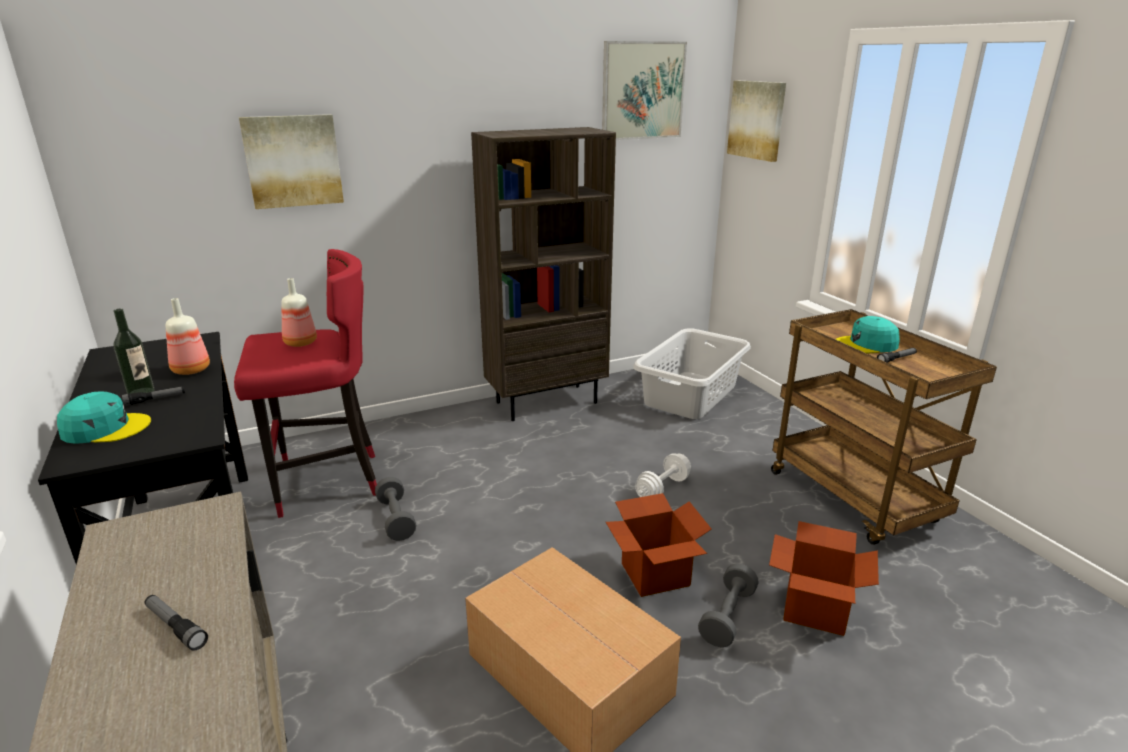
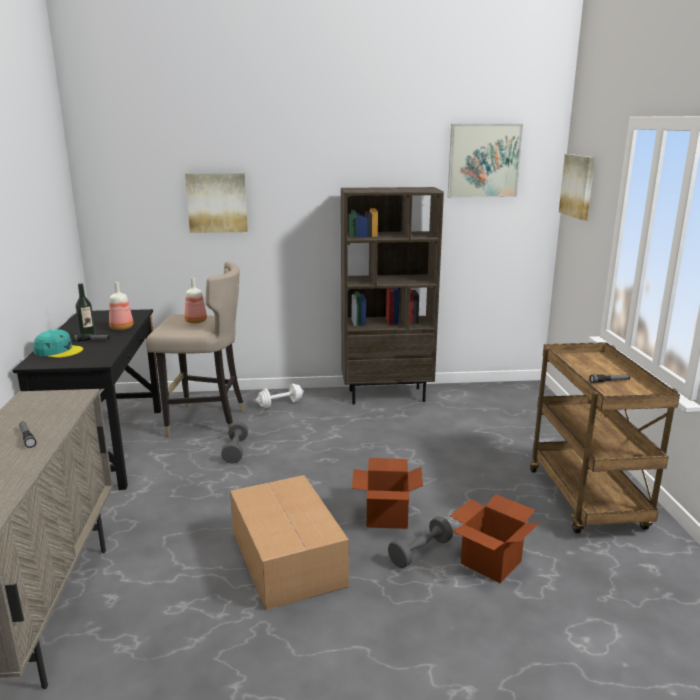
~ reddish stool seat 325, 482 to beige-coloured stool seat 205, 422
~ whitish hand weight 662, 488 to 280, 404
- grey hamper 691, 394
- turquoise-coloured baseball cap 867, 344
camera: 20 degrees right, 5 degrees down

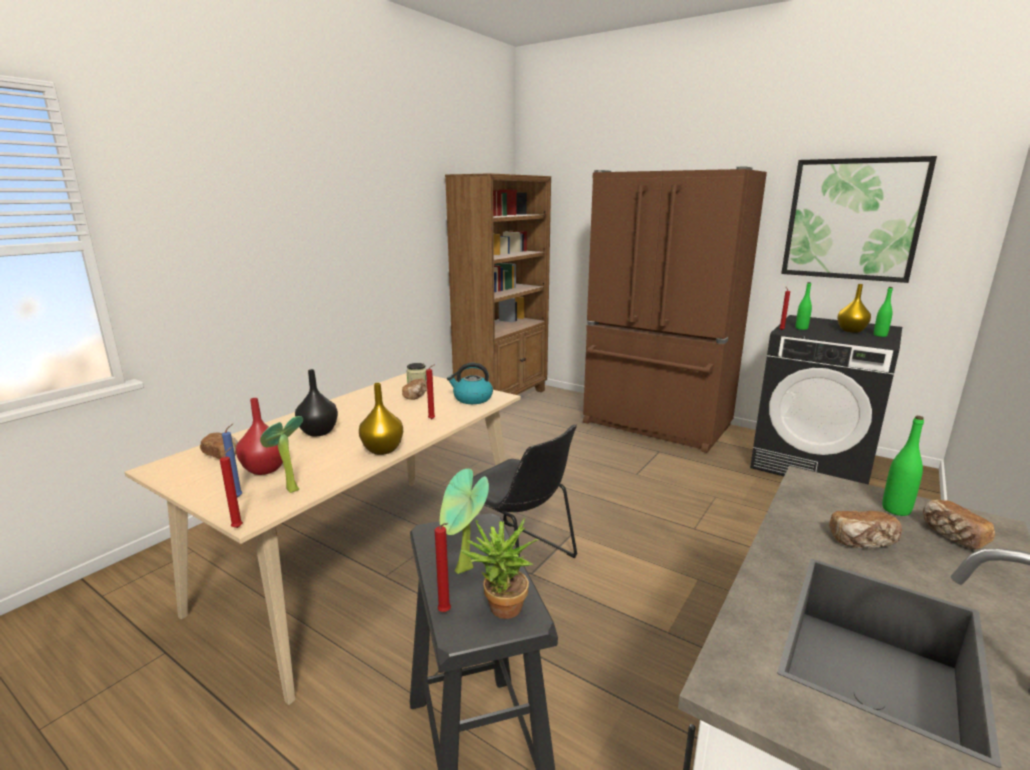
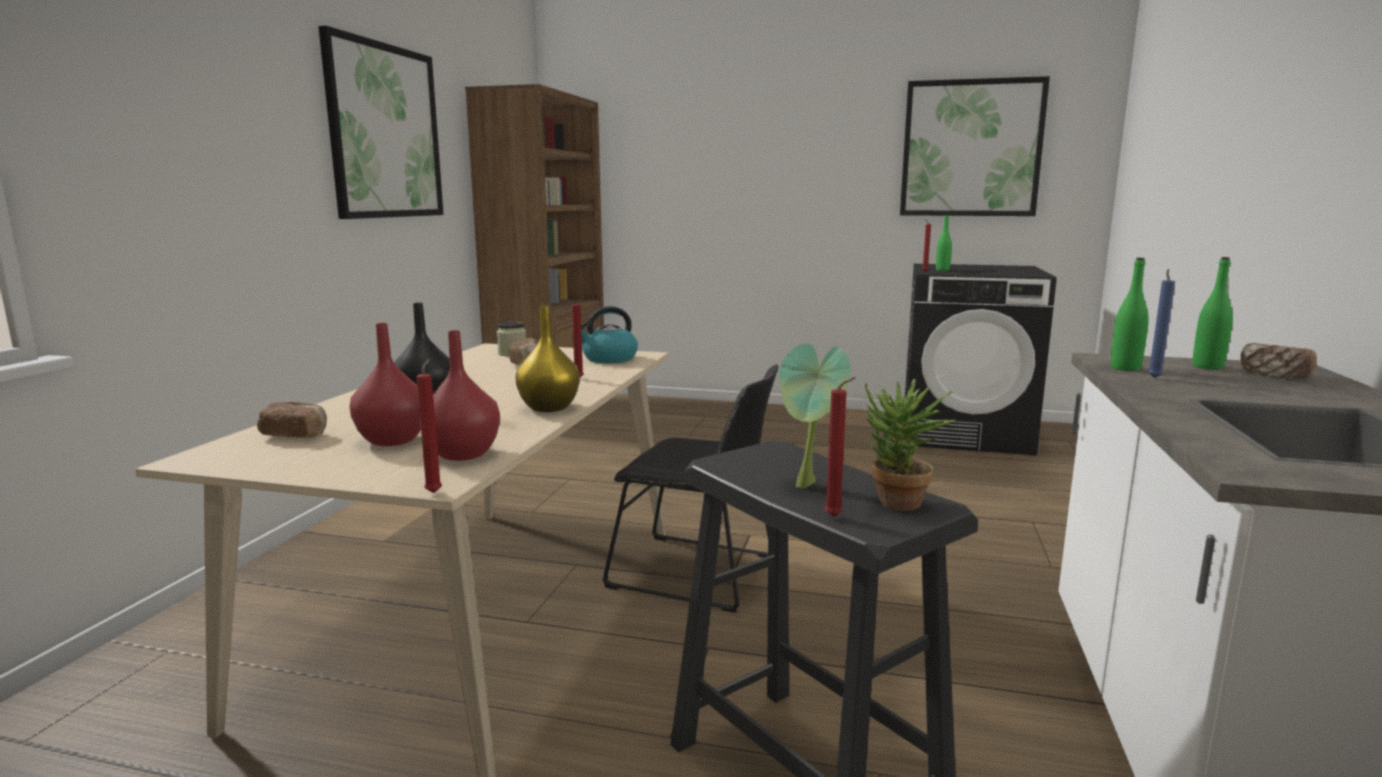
+ wall art 385, 132
~ plant in a pot 289, 490 to reddish decorative vase 462, 453
~ green-coloured drink bottle 880, 335 to 1125, 368
~ blue-coloured wax light 239, 496 to 1154, 377
- brown kitchen fridge 655, 425
- baked bread 862, 542
- yellowish decorative vase 852, 331
camera: 20 degrees left, 5 degrees down

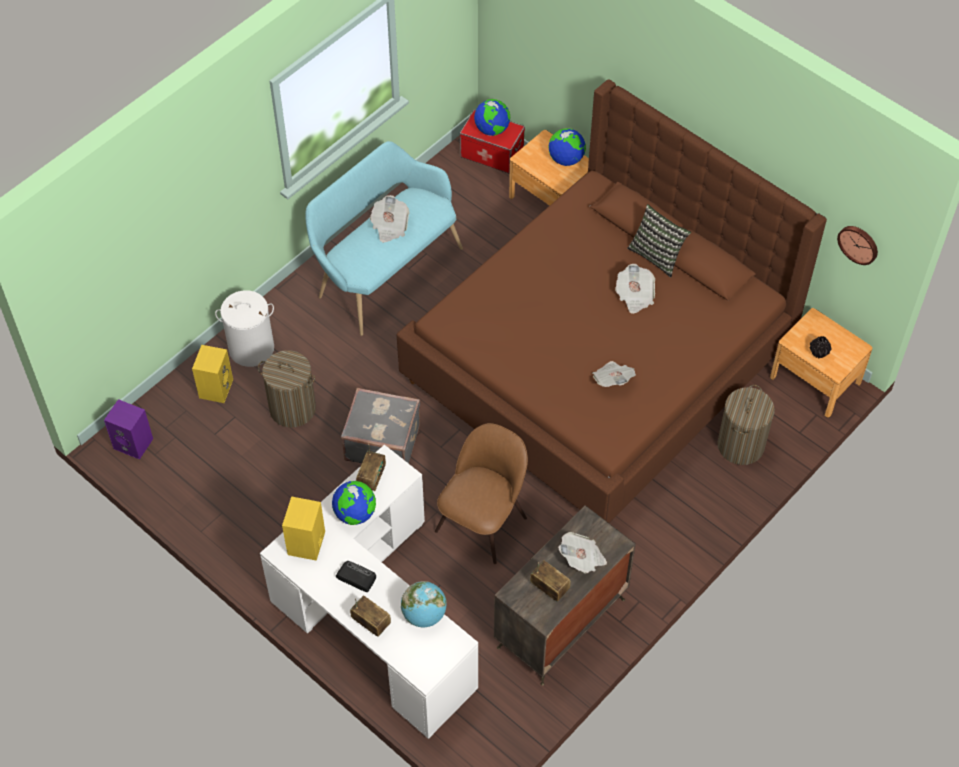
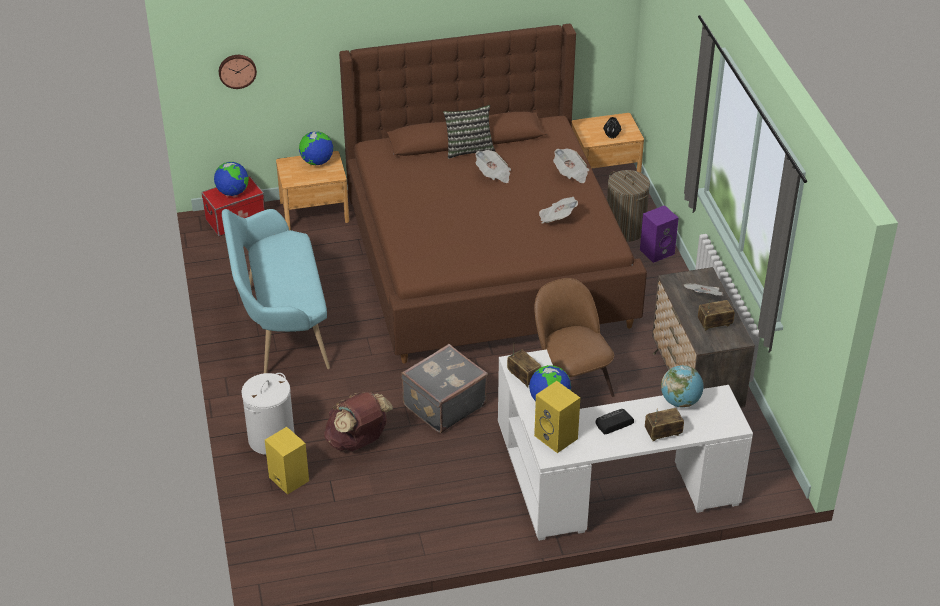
~ wall clock 859, 244 to 237, 70
~ hamper 292, 408 to brown rucksack 358, 441
~ printed paper 389, 226 to 571, 174
~ purplish speaker 134, 443 to 657, 251
camera: 55 degrees left, 15 degrees down

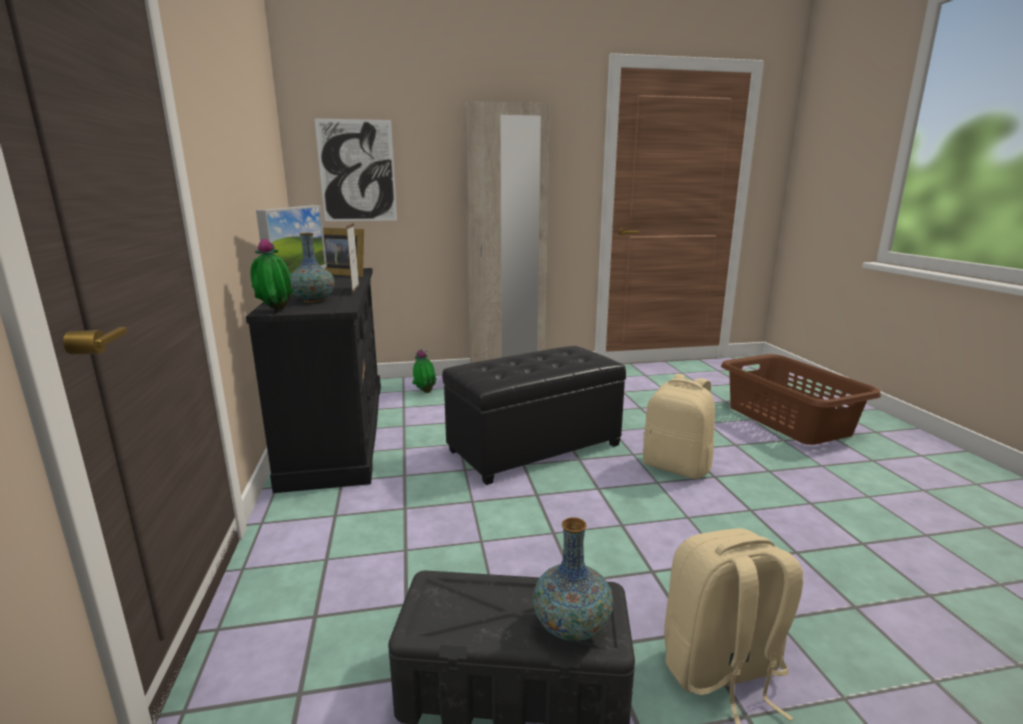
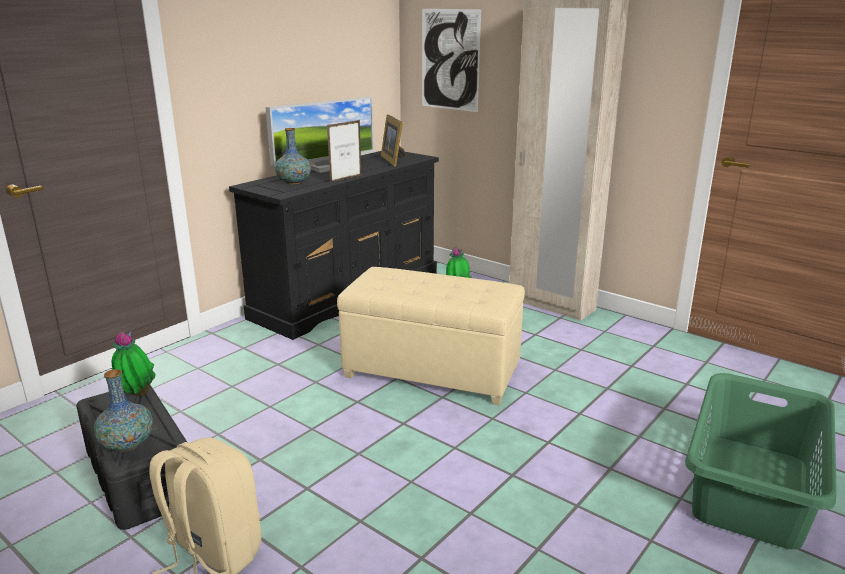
~ plant in a pot 274, 311 to 137, 395
~ black-coloured ottoman 534, 447 to beige-coloured ottoman 432, 370
~ brown hamper 787, 421 to green-coloured hamper 749, 488
- beige-coloured rucksack 677, 467
camera: 50 degrees right, 5 degrees up

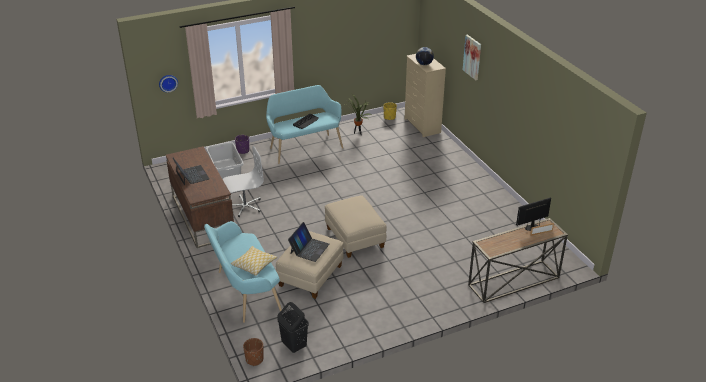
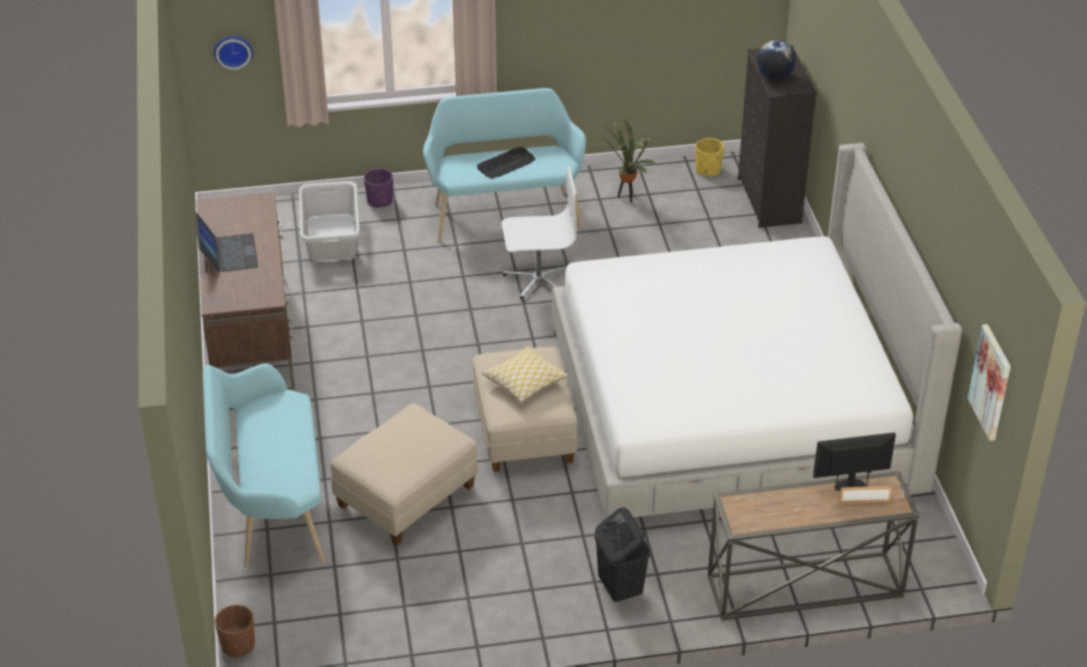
~ cushion 254, 264 to 525, 382
~ whitish office chair 244, 206 to 538, 279
+ bed 732, 408
~ black-coloured hamper 294, 345 to 620, 588
~ beige-coloured dresser 422, 126 to black-coloured dresser 768, 201
~ wall art 472, 57 to 991, 382
- laptop 309, 248
camera: 15 degrees right, 5 degrees up

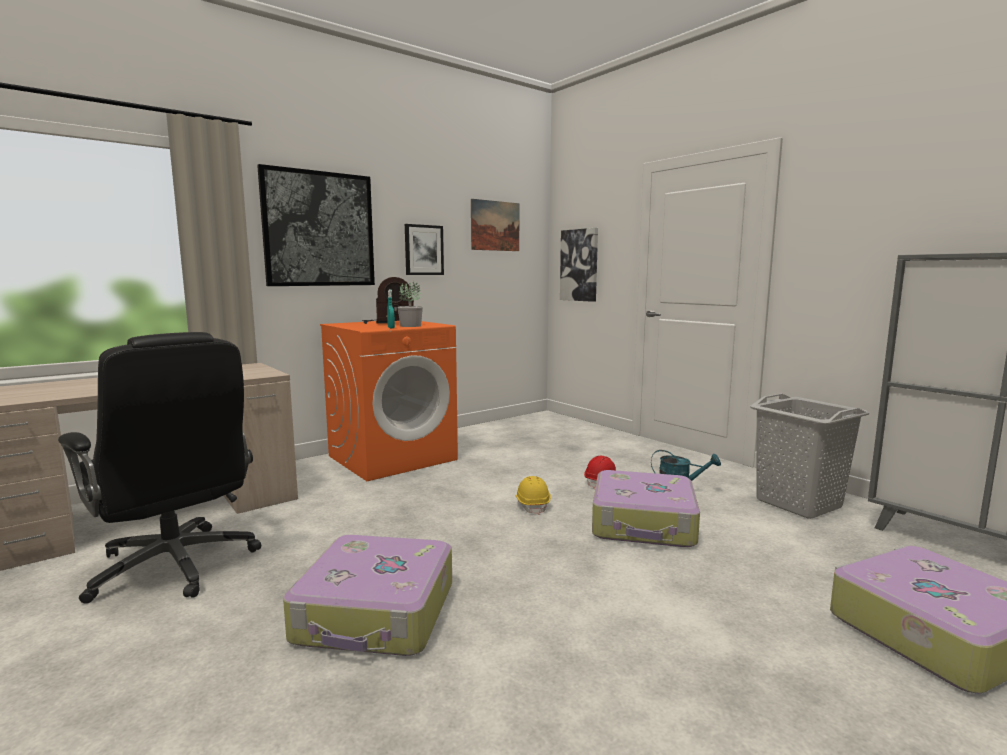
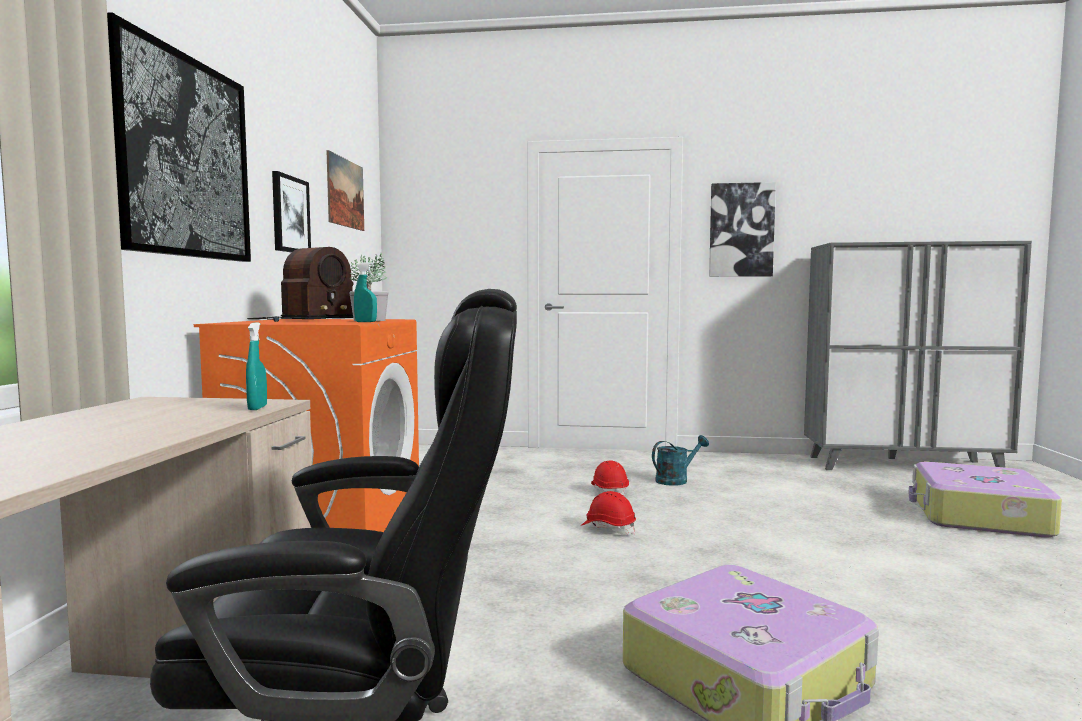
+ turquoise-coloured hand sprayer 257, 408
~ yellowish safety helmet 532, 505 to reddish safety helmet 608, 528
~ wall art 579, 265 to 741, 230
- piece of luggage 644, 524
- grey hamper 798, 504
camera: 45 degrees left, 5 degrees down

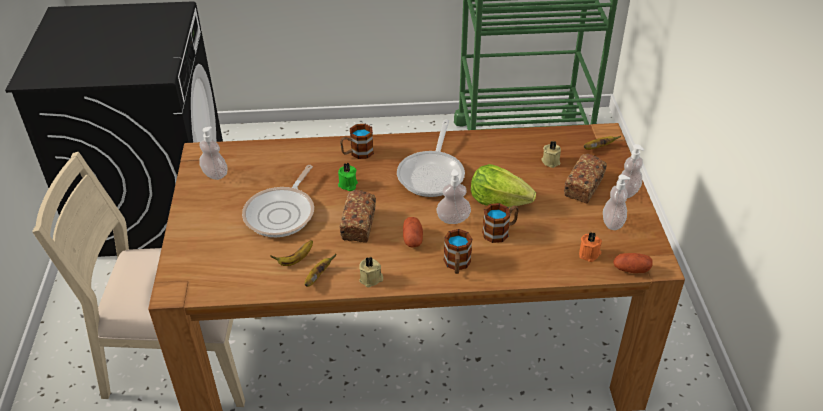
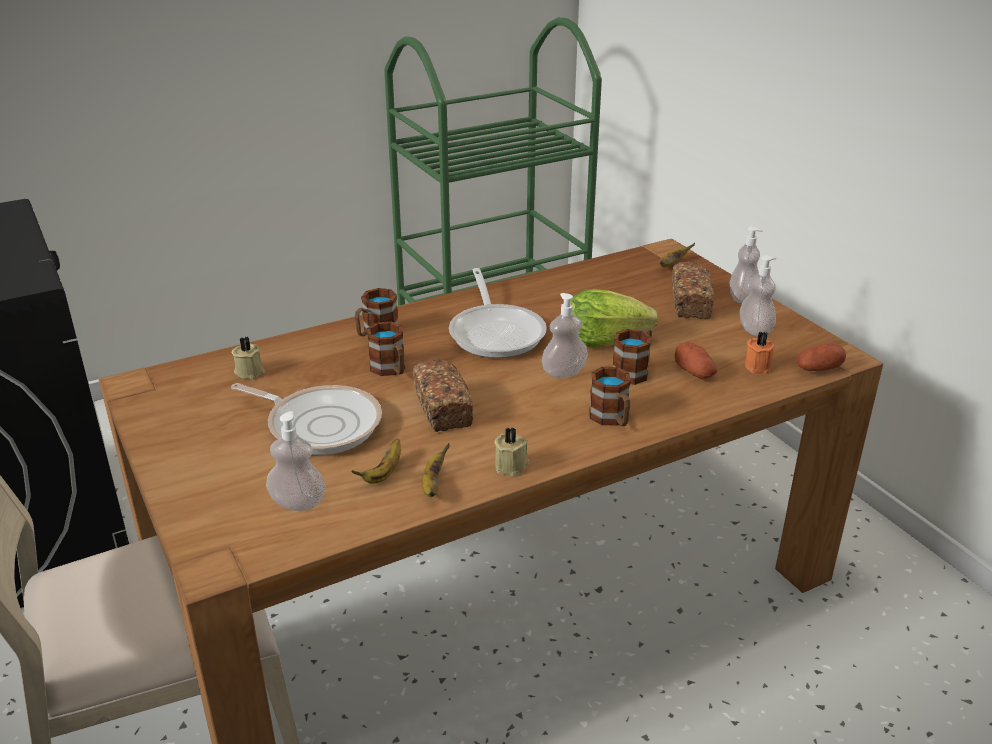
~ frying pan 282, 213 = 320, 424 60 degrees counterclockwise
~ beige-coloured wax light 551, 161 to 250, 371
~ soap bottle 215, 174 to 298, 503
~ green-coloured wax light 348, 185 to coffee mug 391, 370
~ potato 412, 239 to 694, 372
camera: 25 degrees left, 10 degrees down

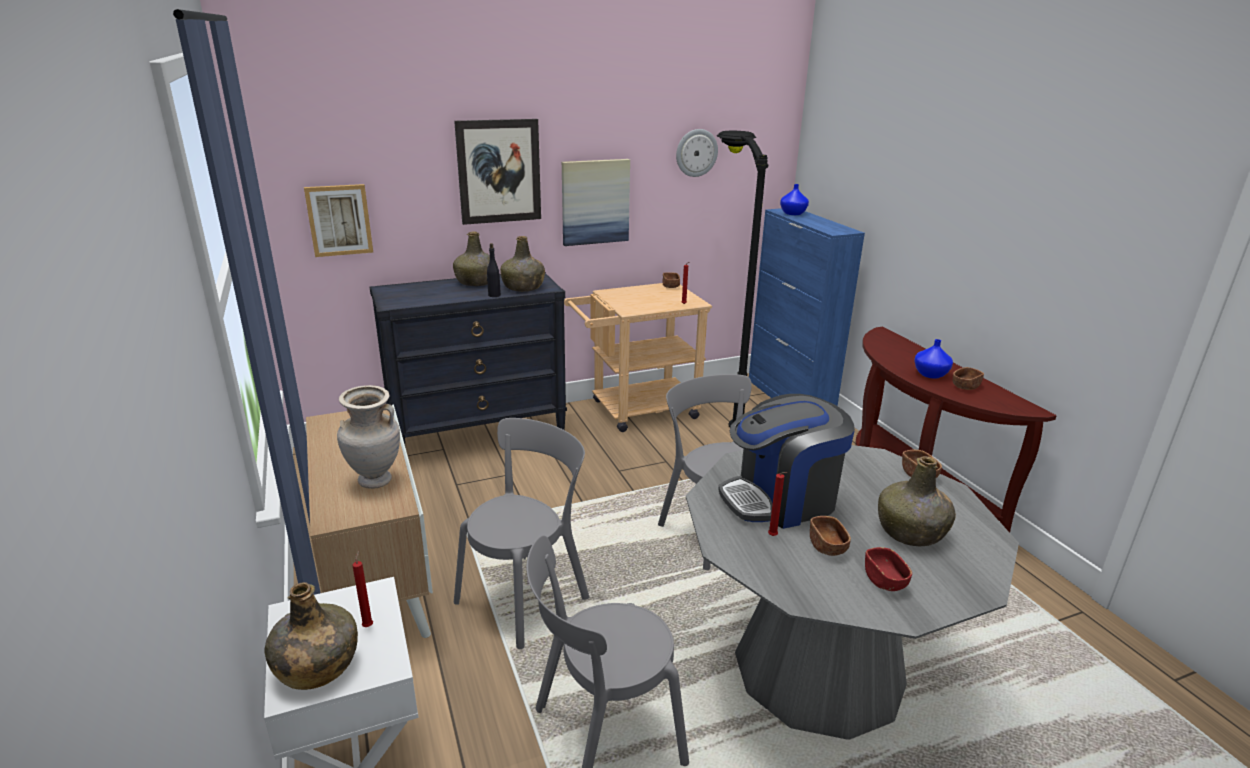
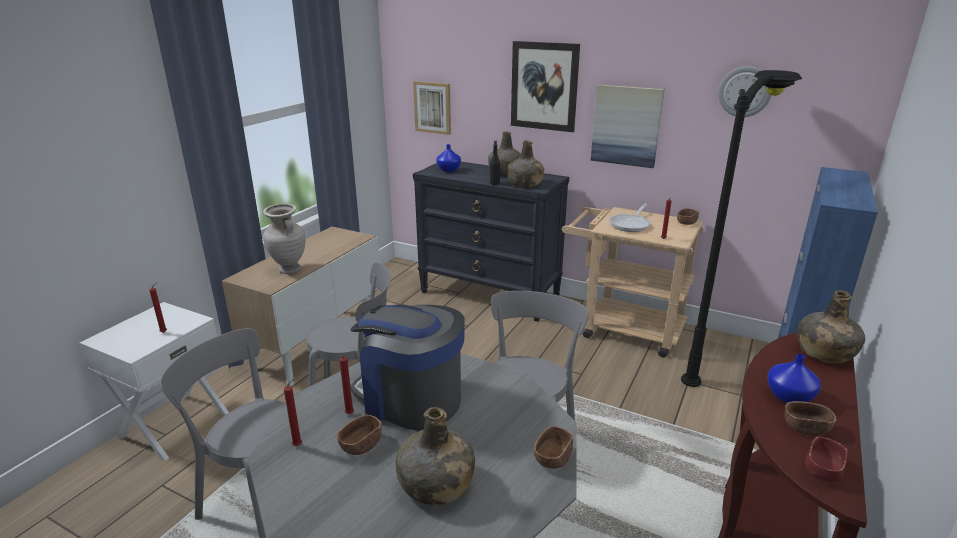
+ reddish wax light 299, 445
~ blue-coloured decorative vase 792, 213 to 449, 170
+ frying pan 631, 224
~ green-coloured drink bottle 316, 666 to 824, 353
~ reddish serving bowl 884, 580 to 823, 470
camera: 50 degrees right, 0 degrees up

